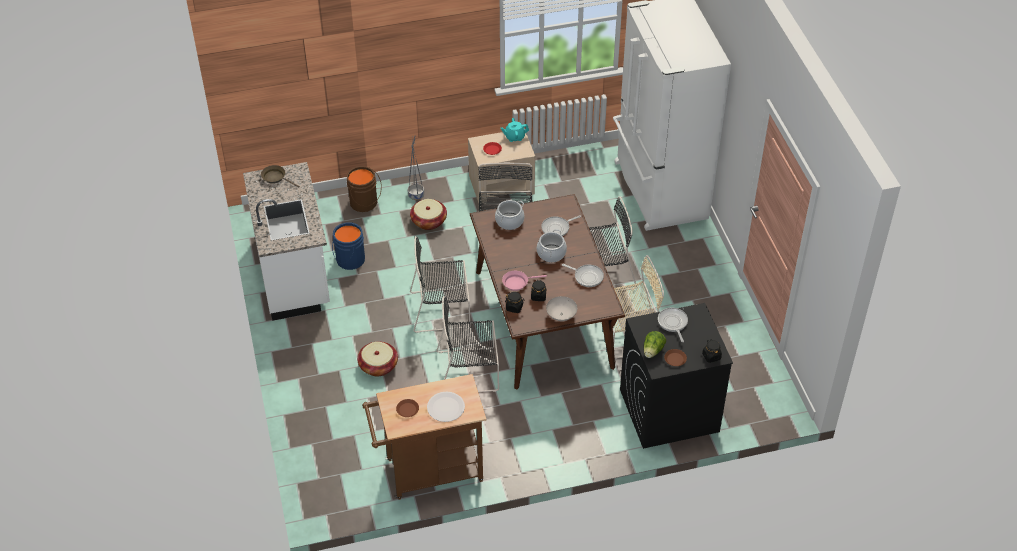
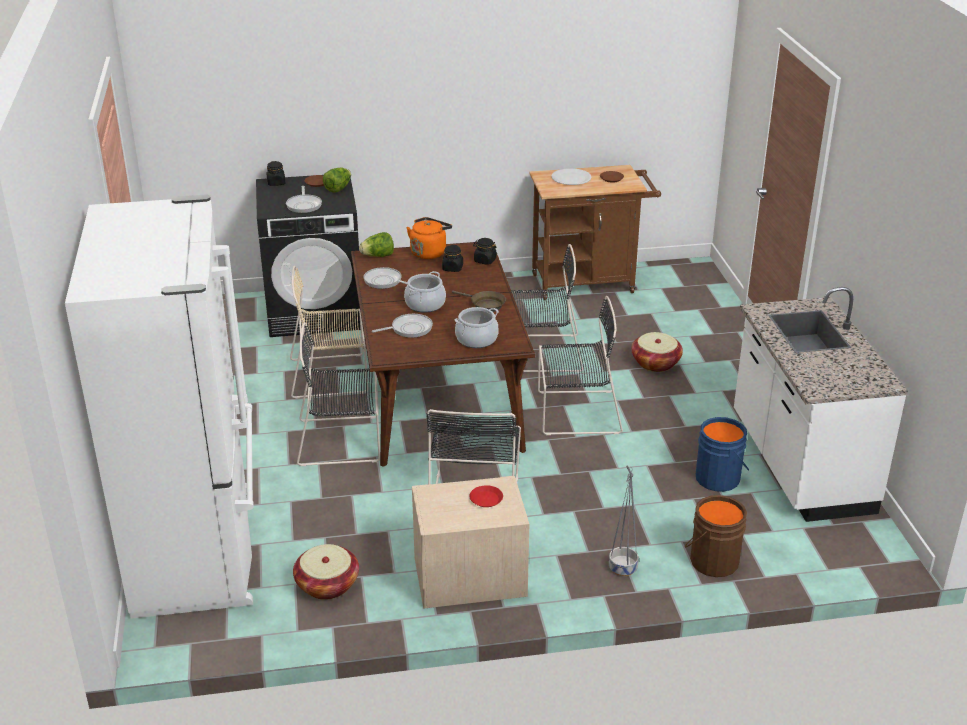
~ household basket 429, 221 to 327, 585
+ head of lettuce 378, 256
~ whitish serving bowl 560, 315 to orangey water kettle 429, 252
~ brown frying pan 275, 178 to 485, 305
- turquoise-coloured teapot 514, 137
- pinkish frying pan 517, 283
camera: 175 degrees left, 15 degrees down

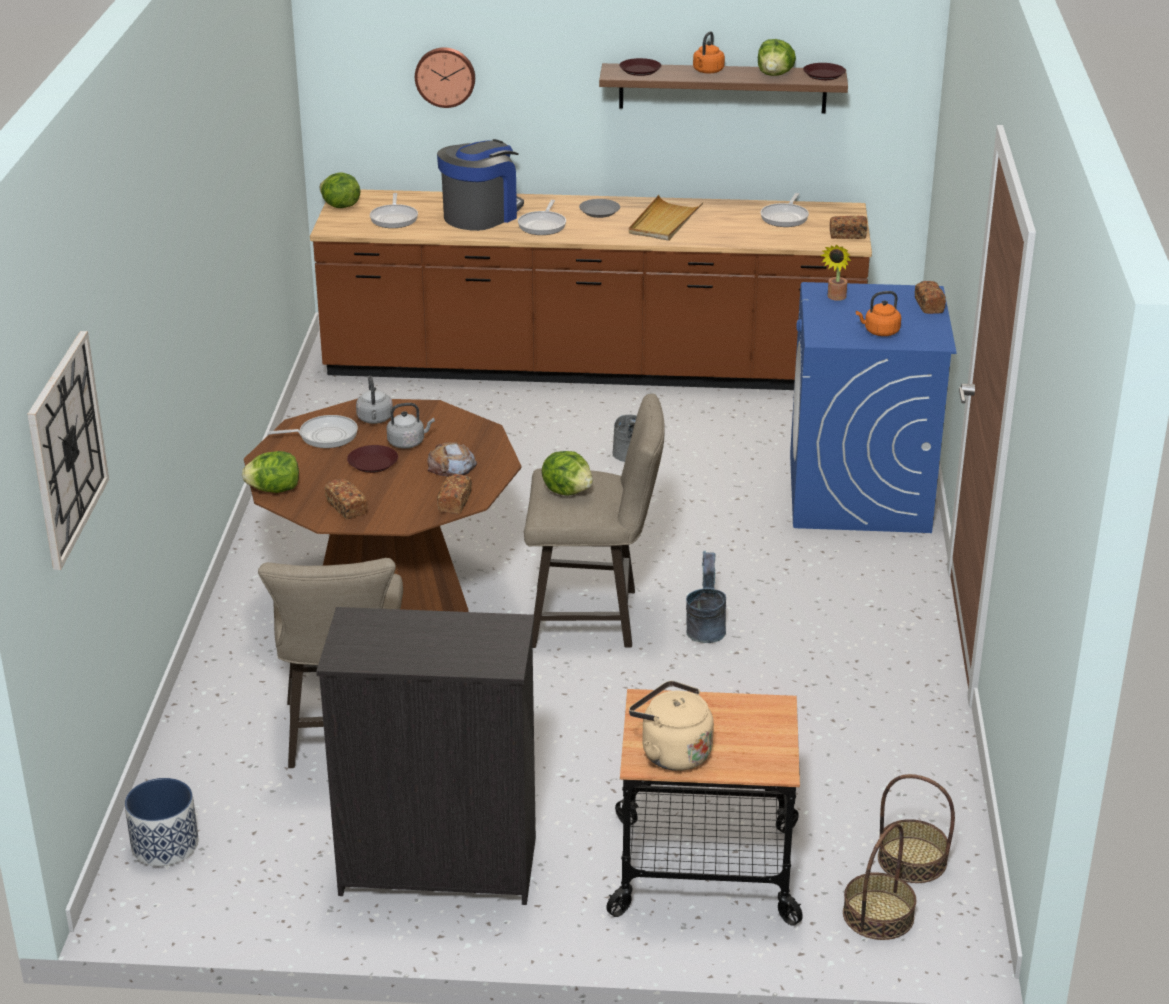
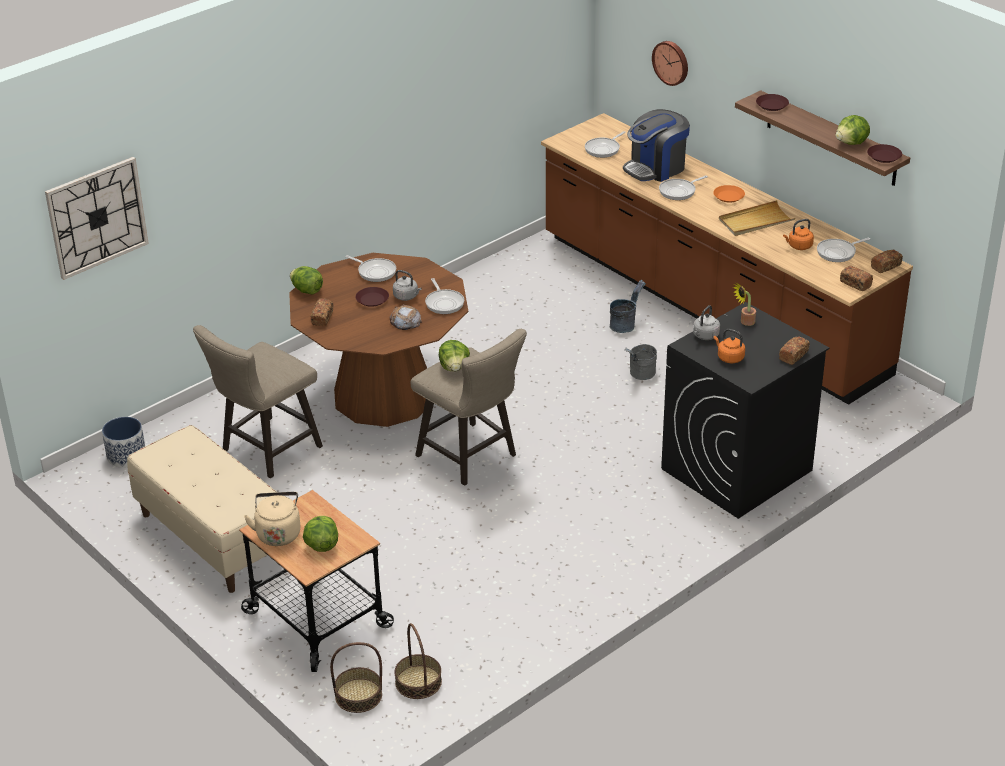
~ black-coloured dresser 436, 865 to beige-coloured long seat 213, 538
~ head of lettuce 340, 206 to 321, 545
+ frying pan 444, 303
~ grey bucket 705, 628 to 625, 324
~ coffee maker 481, 215 = 656, 168 150 degrees clockwise
~ blue-coloured laundry appliance 859, 493 to black-coloured laundry appliance 736, 470
~ grey water kettle 375, 419 to 705, 336
~ grey flat dish 599, 211 to orangey flat dish 728, 196
~ orangey water kettle 707, 71 to 798, 246
~ baked bread 454, 502 to 885, 266
camera: 45 degrees right, 5 degrees up

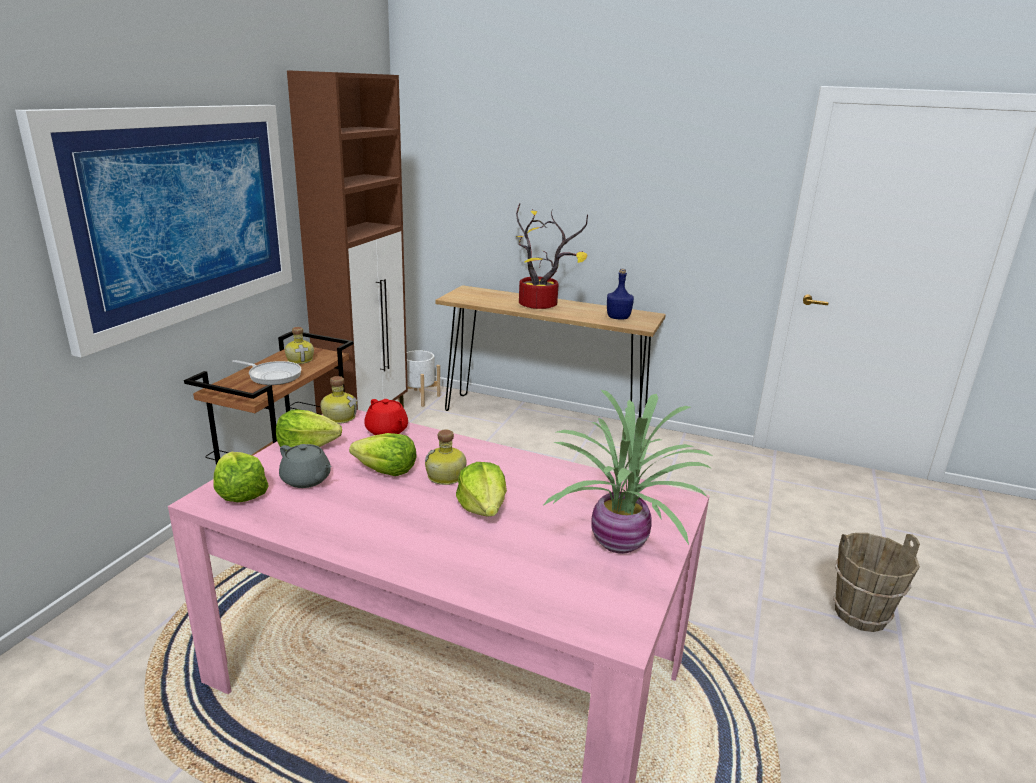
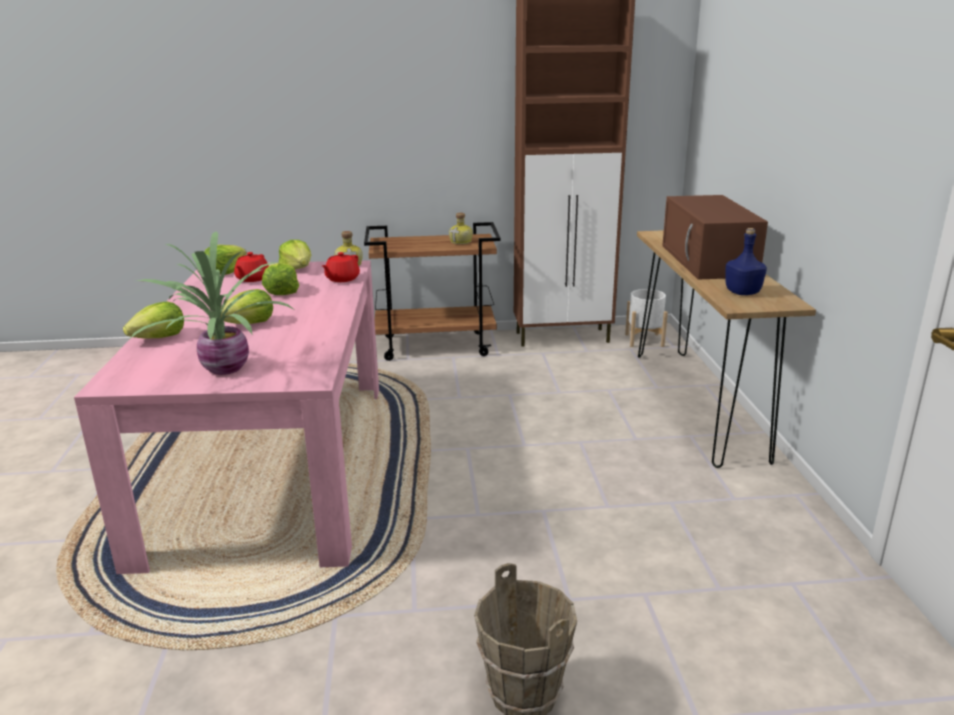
+ head of lettuce 159, 338
~ grey teapot 306, 480 to reddish teapot 252, 279
~ plant in a pot 541, 305 to brown microwave 709, 261
- wall art 181, 215
- frying pan 272, 376
- drink bottle 446, 477
camera: 65 degrees right, 0 degrees up

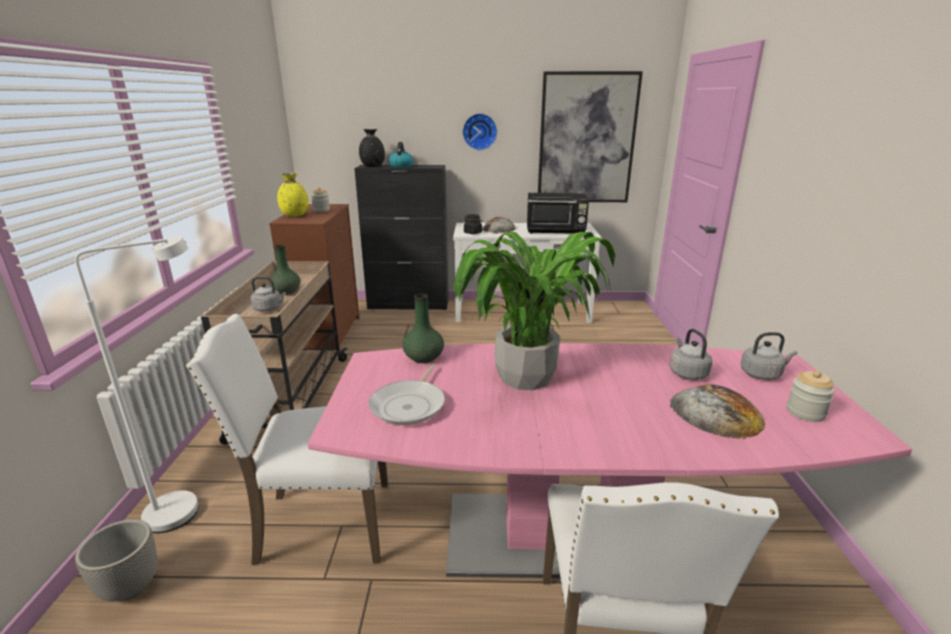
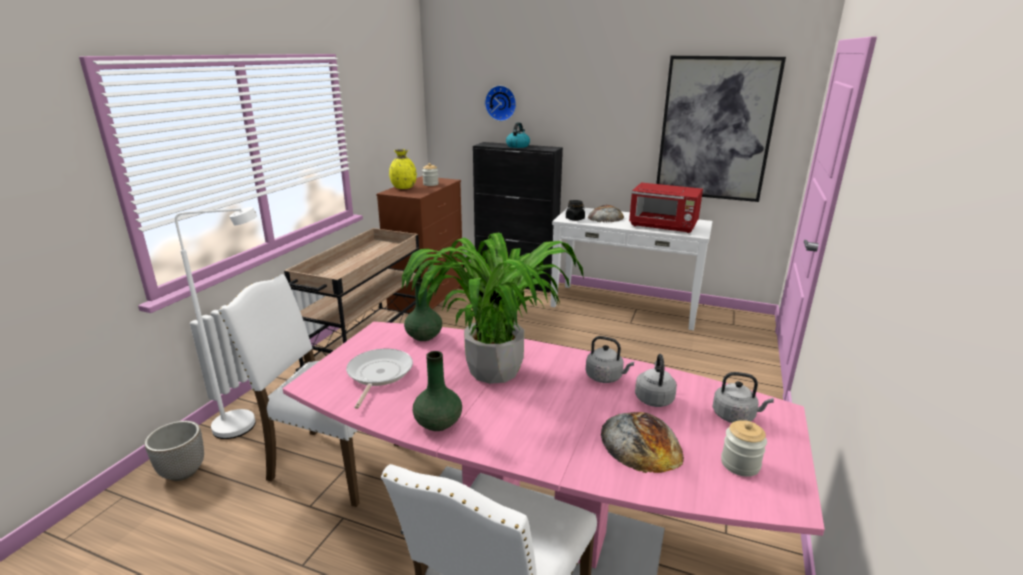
~ frying pan 410, 405 = 378, 374 150 degrees clockwise
~ green-coloured decorative vase 286, 292 to 438, 423
~ wall clock 479, 131 to 501, 103
~ grey water kettle 269, 309 to 606, 377
~ black-coloured microwave 556, 231 to reddish microwave 664, 226
- black-coloured decorative vase 372, 166
camera: 20 degrees right, 0 degrees up

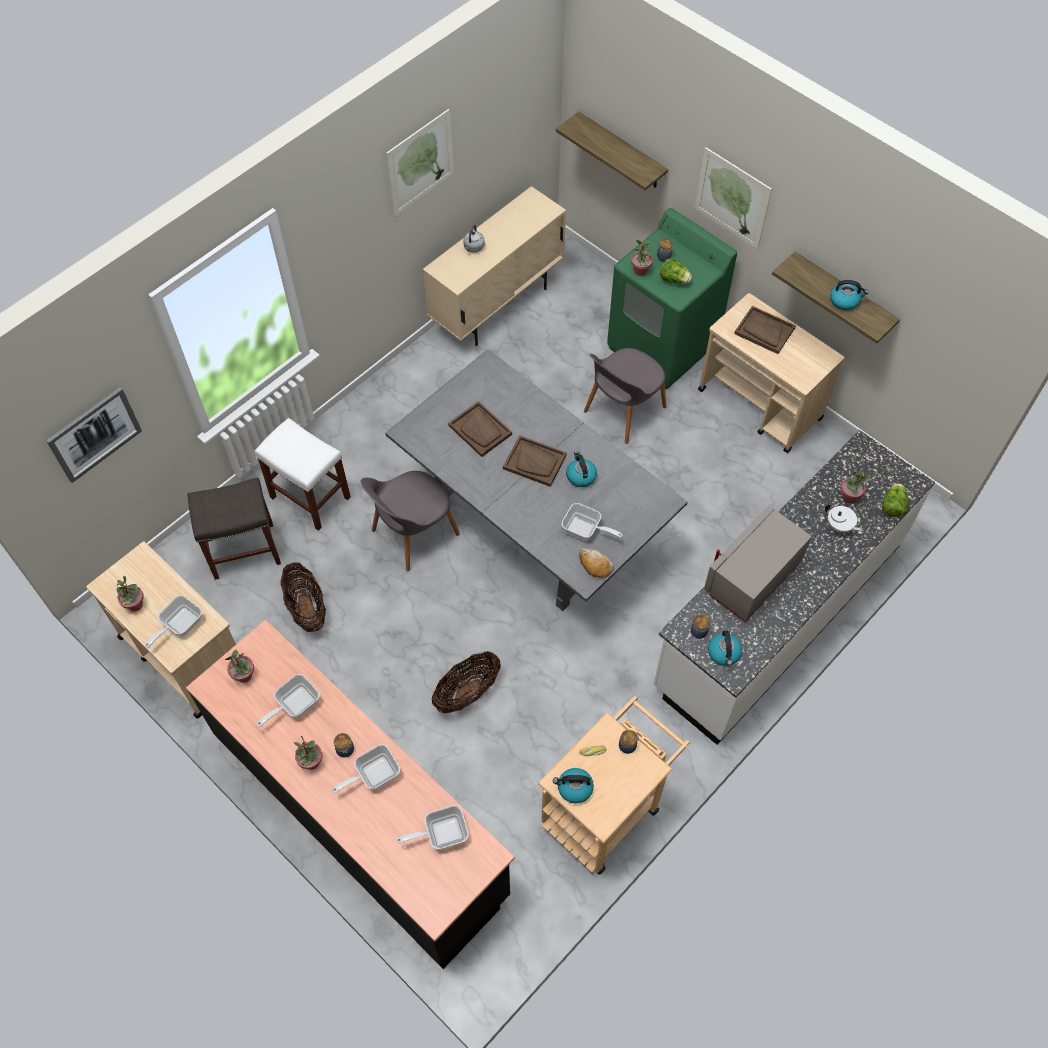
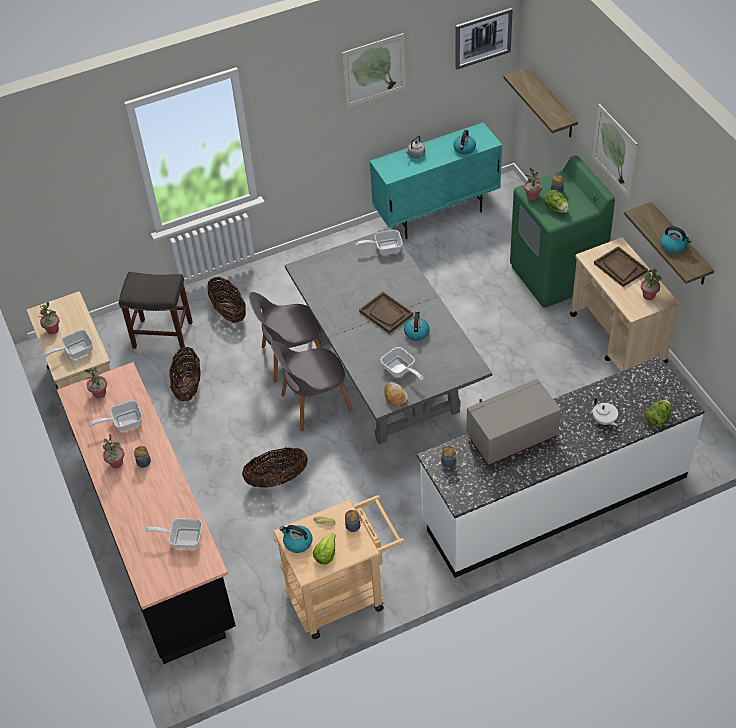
~ whitish stool seat 311, 497 to household basket 229, 312
~ grey plain chair 623, 411 to 314, 404
+ head of lettuce 325, 554
~ frying pan 373, 774 to 384, 248
~ beige-coloured cupboard 497, 306 to turquoise-coloured cupboard 436, 214
~ water kettle 724, 653 to 464, 149
~ wall art 94, 434 to 483, 38
~ plant in a pot 849, 496 to 648, 295
- brown tray 480, 430
camera: 25 degrees right, 10 degrees down

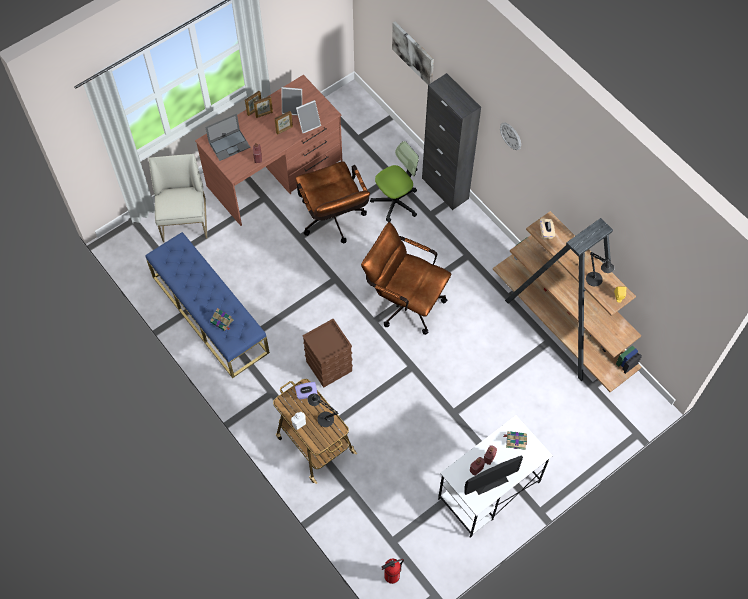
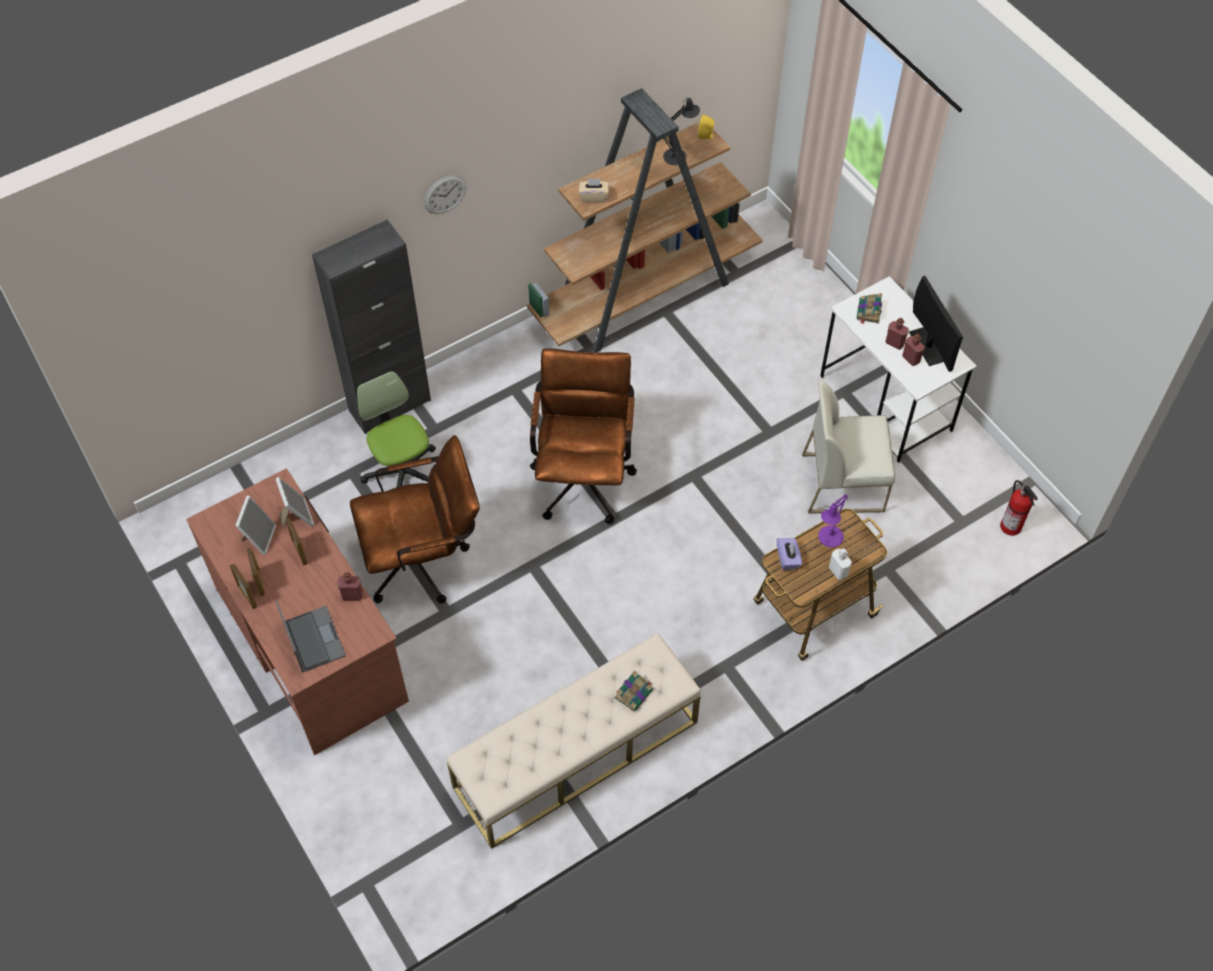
~ blue-coloured long seat 209, 314 to beige-coloured long seat 576, 754
~ brown office chair 405, 301 = 583, 475 150 degrees clockwise
~ whitish plain chair 185, 220 to 843, 482
~ black-coloured tabletop lamp 323, 418 to purplish tabletop lamp 829, 539
- brown storage box 328, 366
- wall art 413, 53
camera: 85 degrees left, 5 degrees down

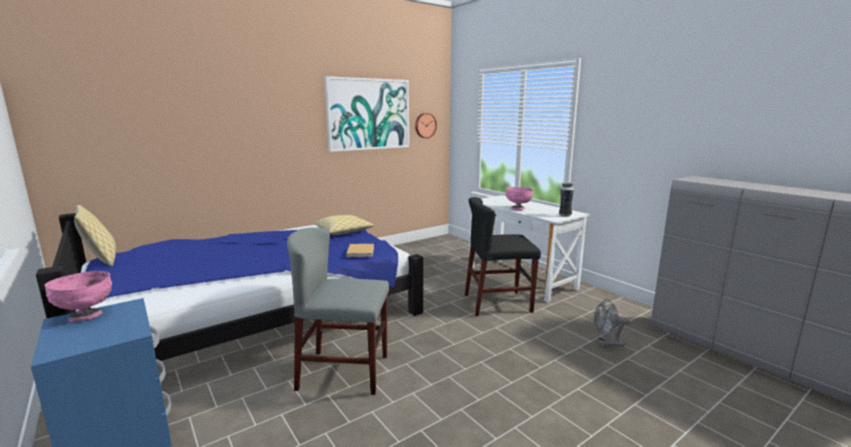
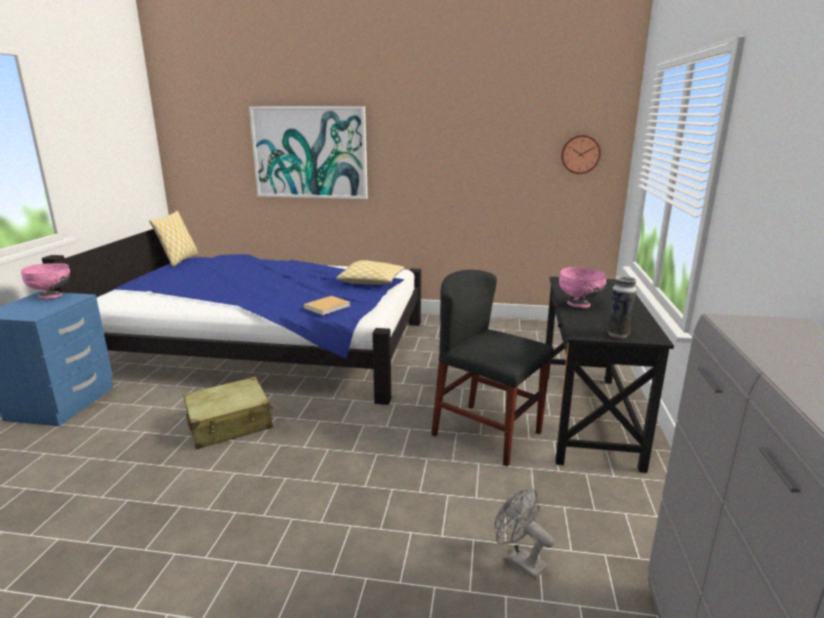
~ grey plain chair 344, 372 to beige-coloured piece of luggage 230, 424
~ wall art 369, 114 to 310, 152
~ whitish desk table 520, 278 to black-coloured desk table 587, 417
camera: 45 degrees right, 5 degrees up

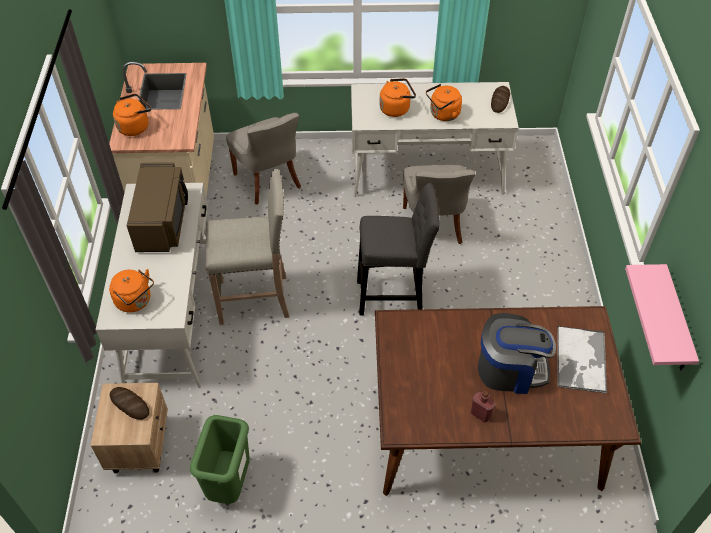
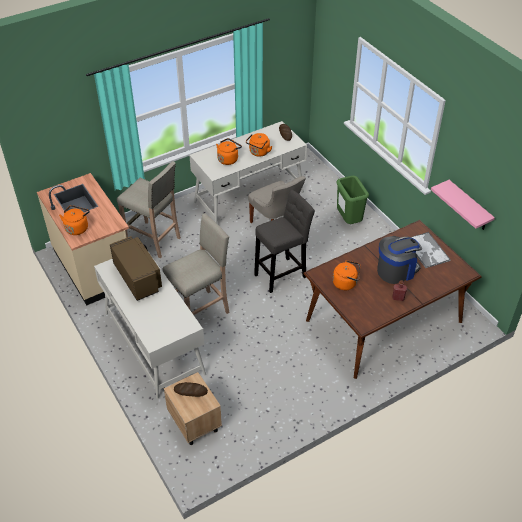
~ grey plain chair 269, 181 to beige-coloured stool seat 154, 240
~ orangey water kettle 135, 301 to 346, 283
~ green-coloured rubbish bin 229, 483 to 348, 220
camera: 30 degrees left, 5 degrees down

